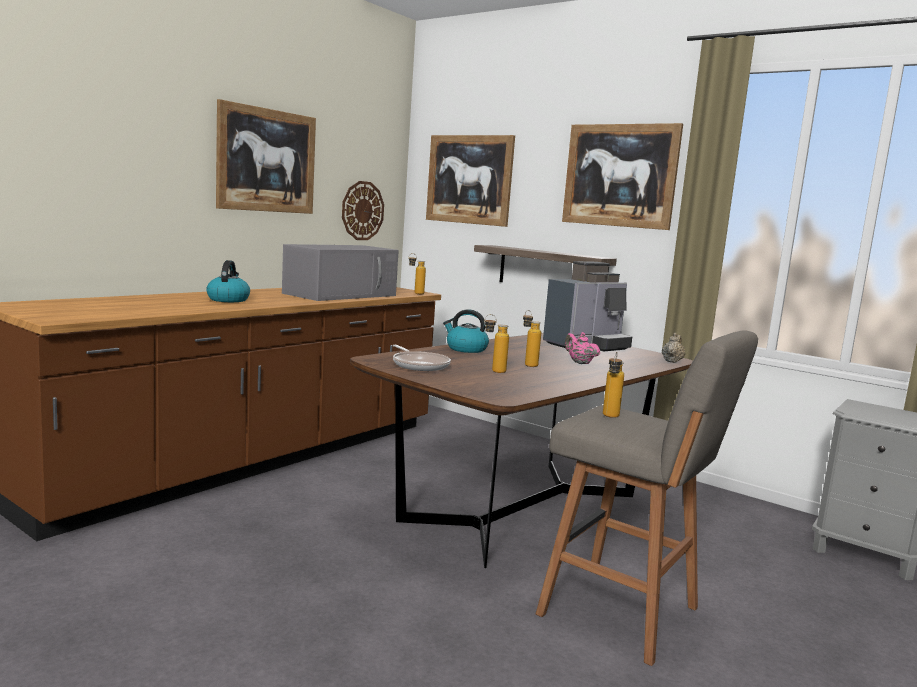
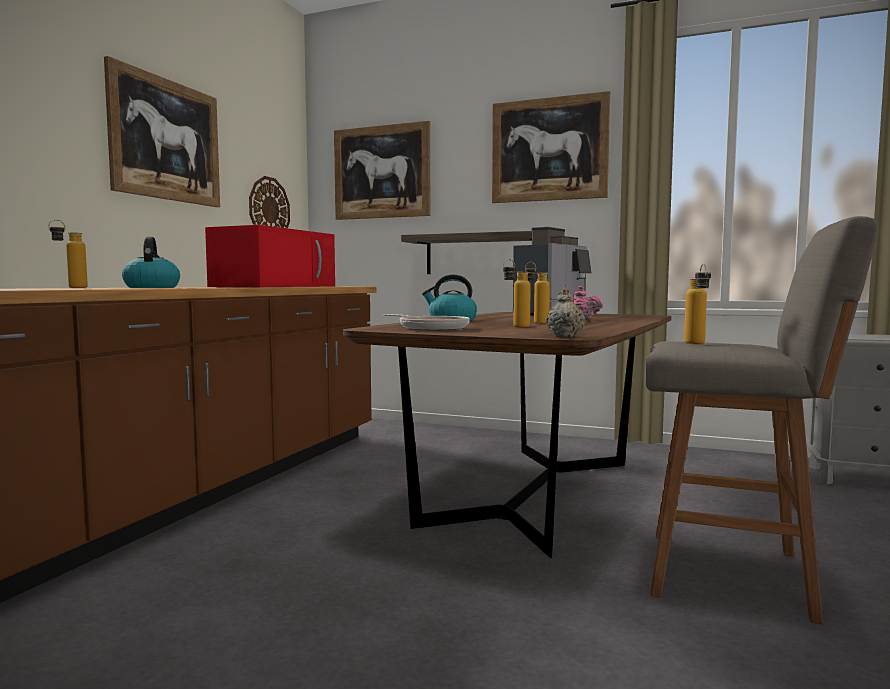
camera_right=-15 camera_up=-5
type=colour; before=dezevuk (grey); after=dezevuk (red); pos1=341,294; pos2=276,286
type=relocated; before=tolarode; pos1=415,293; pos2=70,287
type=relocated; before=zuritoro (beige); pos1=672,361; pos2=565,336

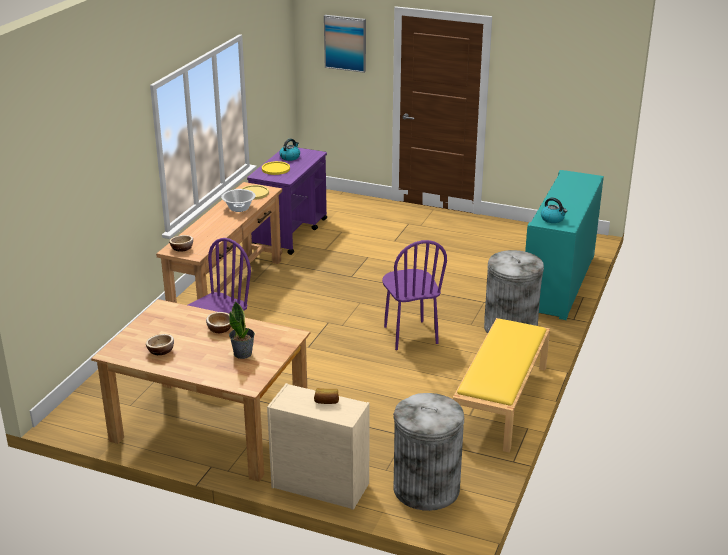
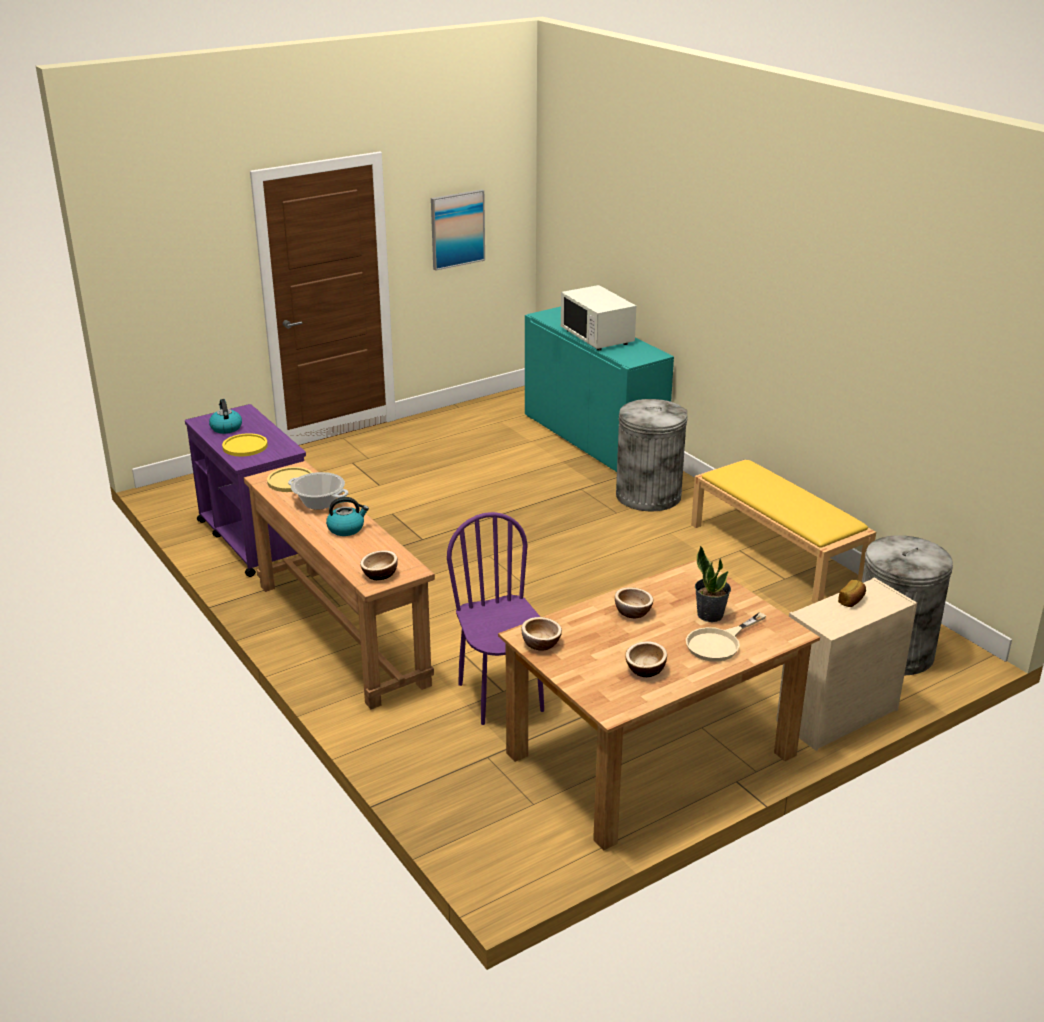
camera_right=-55 camera_up=0
type=relocated; before=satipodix; pos1=345,43; pos2=457,229
type=missing; before=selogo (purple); pos1=410,335
type=relocated; before=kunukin; pos1=552,219; pos2=346,528
type=appeared; after=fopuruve; pos2=541,643
type=appeared; after=dezevuk (white); pos2=597,337
type=appeared; after=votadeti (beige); pos2=719,643

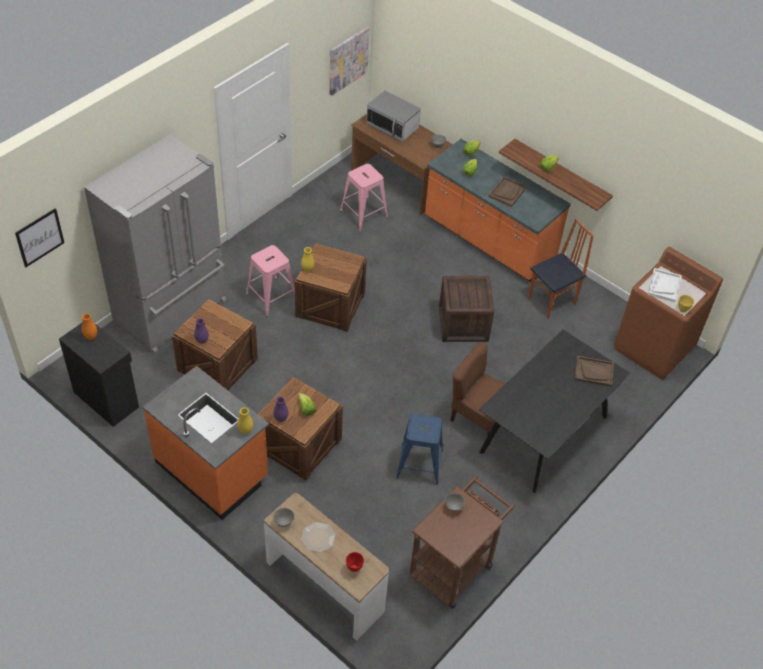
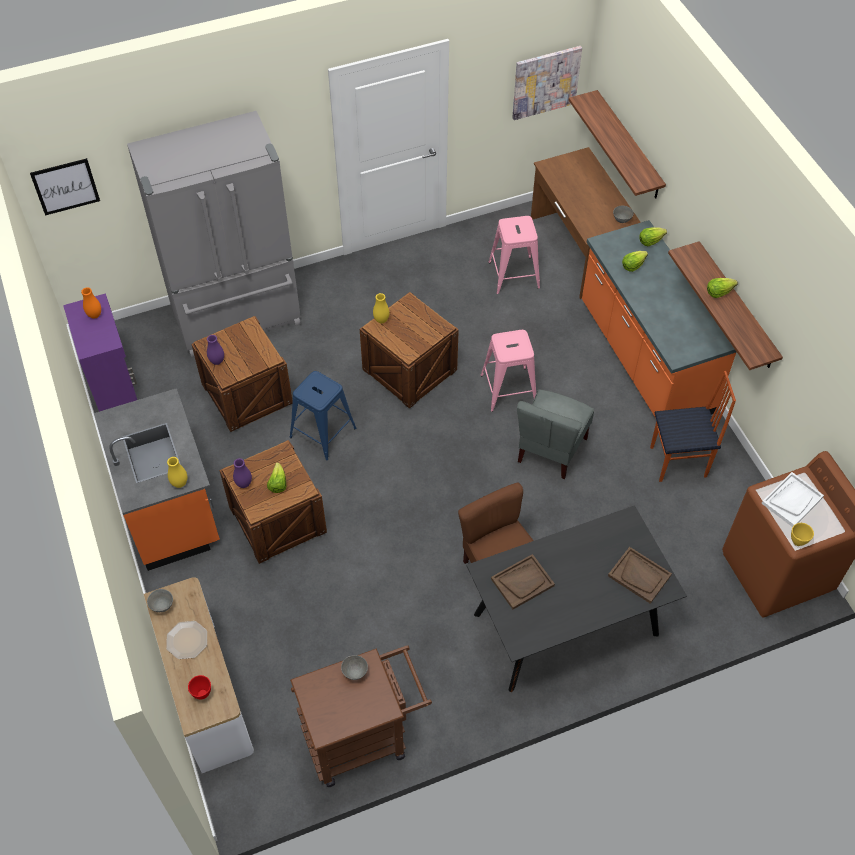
camera_right=30 camera_up=5
type=colour; before=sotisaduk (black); after=sotisaduk (purple); pos1=106,398; pos2=115,388
type=relocated; before=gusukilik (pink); pos1=271,297; pos2=508,389
type=missing; before=dezevuk; pos1=392,126
type=relocated; before=gusukilik (blue); pos1=420,463; pos2=323,432
type=exchanged; before=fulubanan; after=selogo (grey); pos1=463,324; pos2=551,450
type=relocated; before=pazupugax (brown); pos1=507,192; pos2=522,582
type=appeared; after=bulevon; pos2=628,146

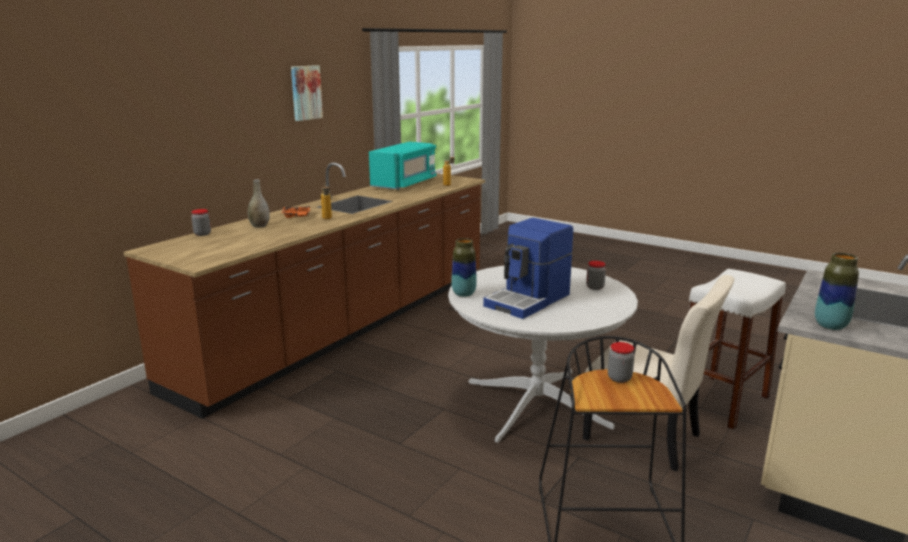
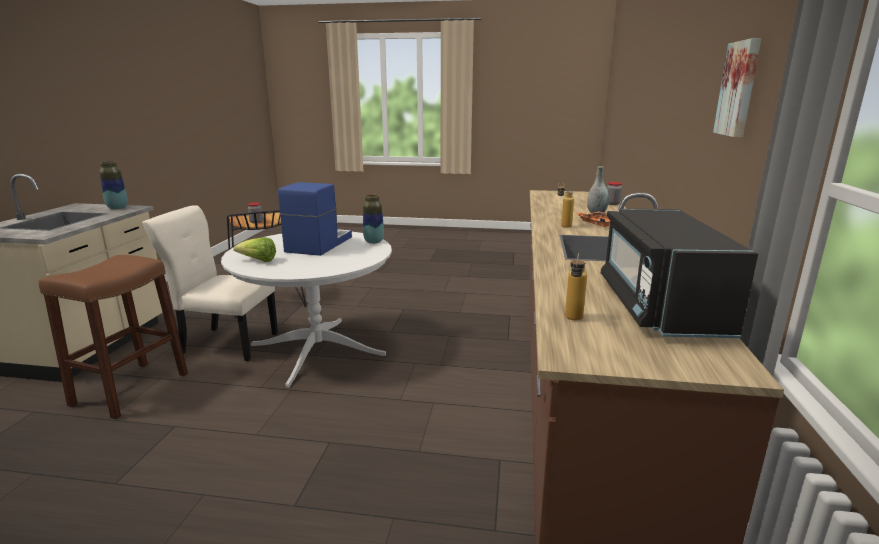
camera_right=155 camera_up=0
type=colour; before=dezevuk (turquoise); after=dezevuk (black); pos1=404,184; pos2=659,306
type=exchanged; before=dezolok; after=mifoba; pos1=595,287; pos2=258,261
type=colour; before=gusukilik (white); after=gusukilik (brown); pos1=721,402; pos2=131,389

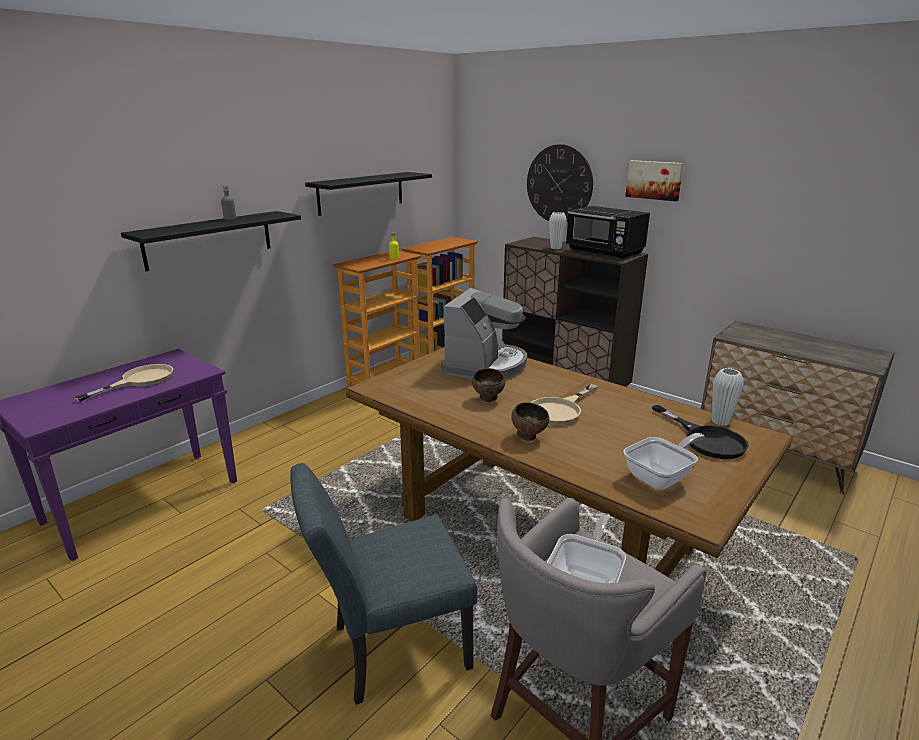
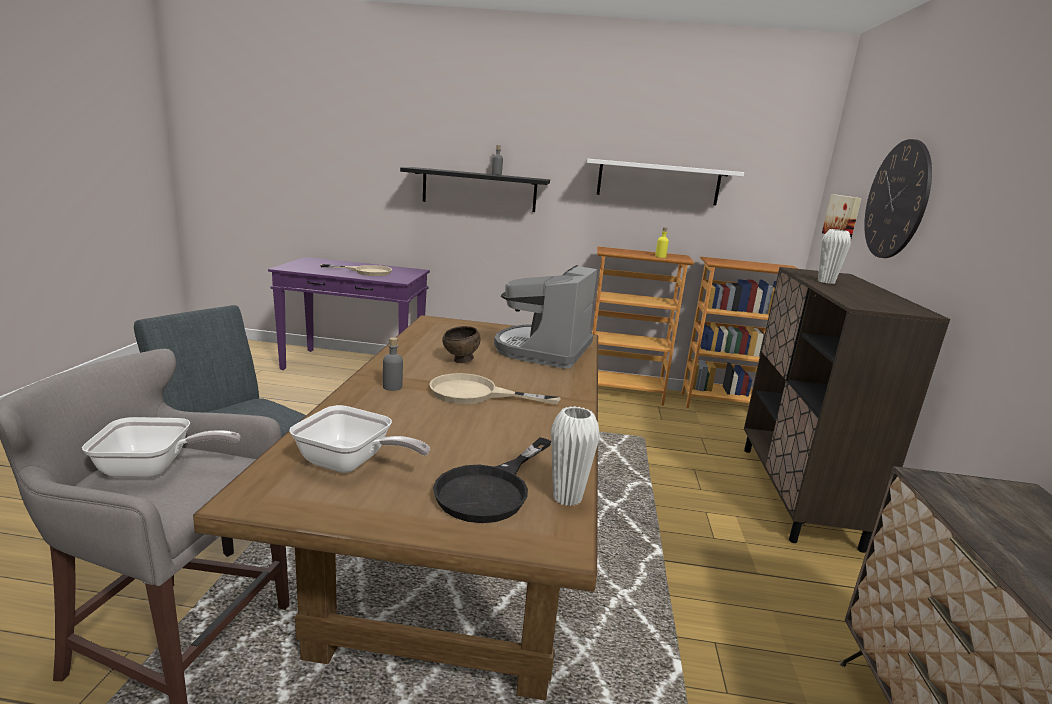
camera_right=55 camera_up=-5
type=colour; before=bulevon (black); after=bulevon (white); pos1=361,193; pos2=658,182
type=spun; before=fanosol; pos1=485,365; pos2=543,350; turn=120
type=exchanged; before=fopuruve (brown); after=tolarode (grey); pos1=529,437; pos2=392,387
type=missing; before=dezevuk (black); pos1=605,252
type=relocated; before=satipodix; pos1=654,180; pos2=843,217

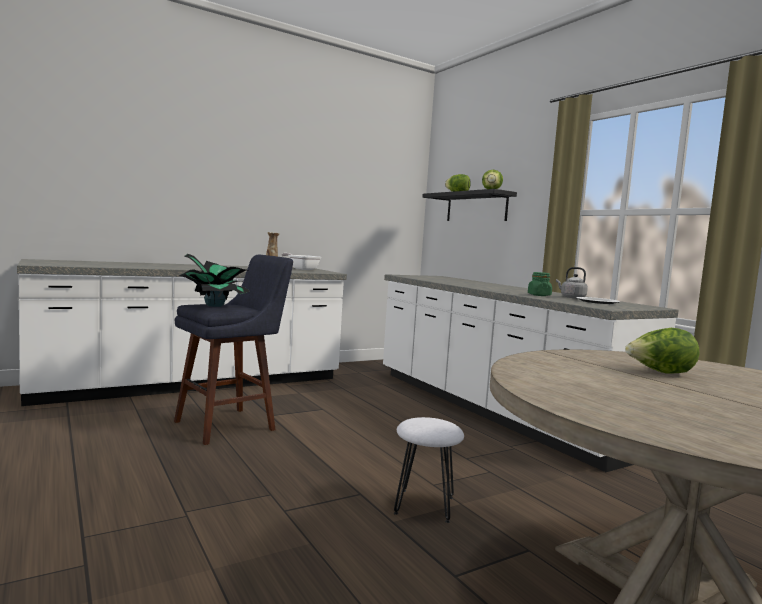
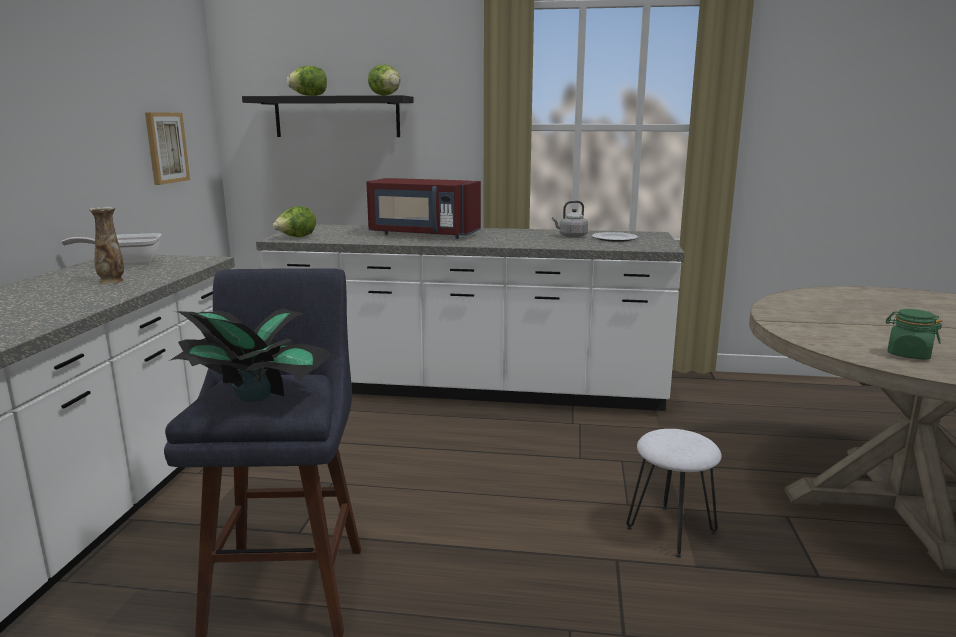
camera_right=-50 camera_up=10
type=relocated; before=dezolok (green); pos1=539,295; pos2=908,354
type=relocated; before=mifoba; pos1=660,373; pos2=296,237
type=appeared; after=satipodix; pos2=166,147
type=appeared; after=dezevuk (red); pos2=423,234

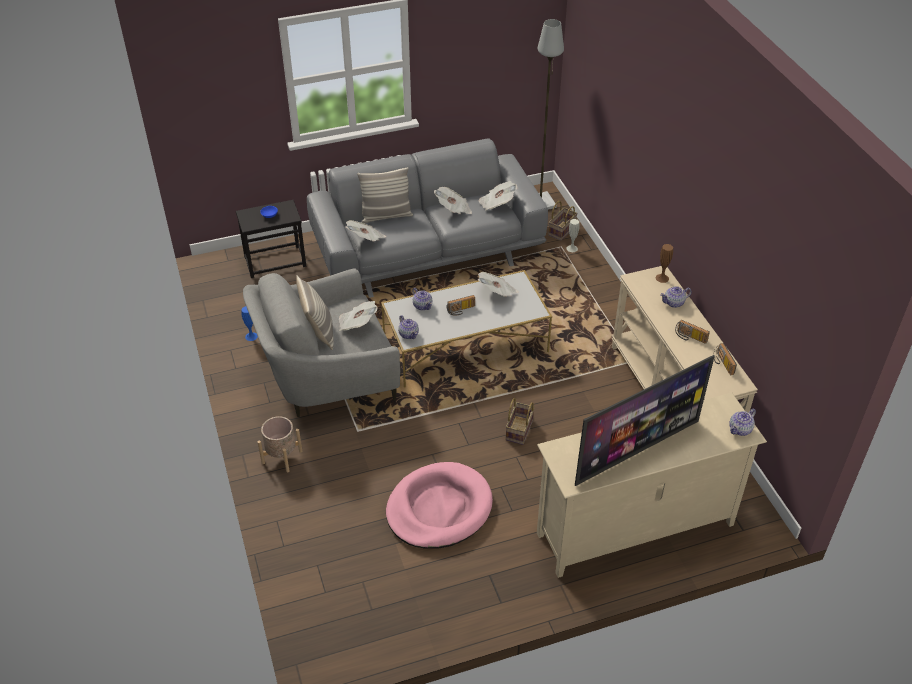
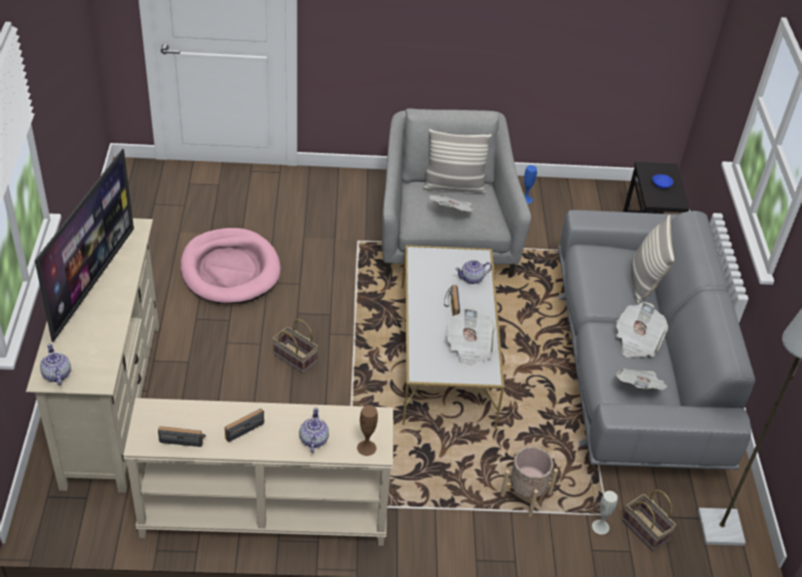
camera_right=105 camera_up=0
type=relocated; before=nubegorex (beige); pos1=282,457; pos2=526,495
type=missing; before=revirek; pos1=366,239
type=missing; before=zuritoro; pos1=408,334
type=spun; before=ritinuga; pos1=636,450; pos2=92,281; turn=-150

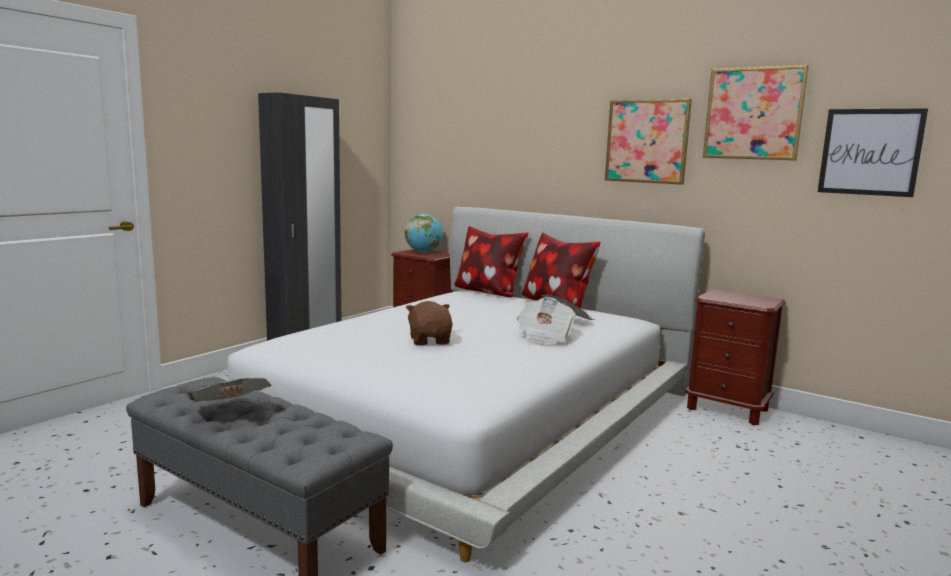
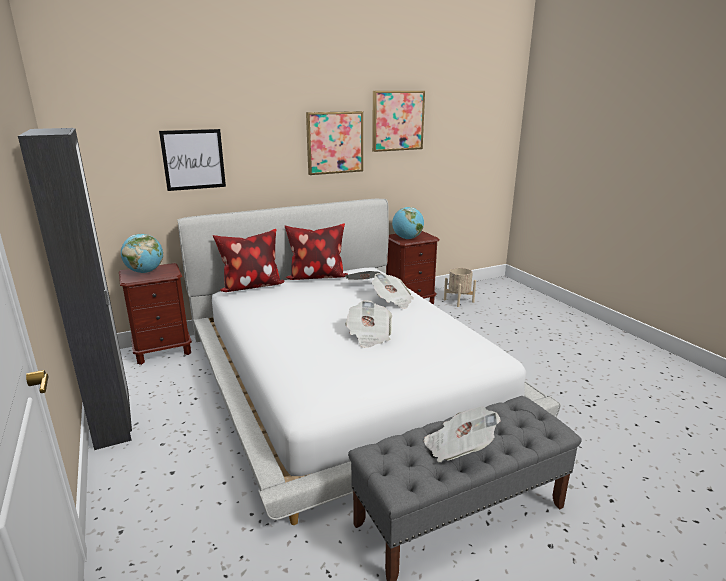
camera_right=-60 camera_up=10
type=exchanged; before=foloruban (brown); after=revirek; pos1=430,340; pos2=369,336
type=relocated; before=satipodix; pos1=870,152; pos2=193,159
type=appeared; after=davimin; pos2=407,238
type=appeared; after=nubegorex (beige); pos2=458,301

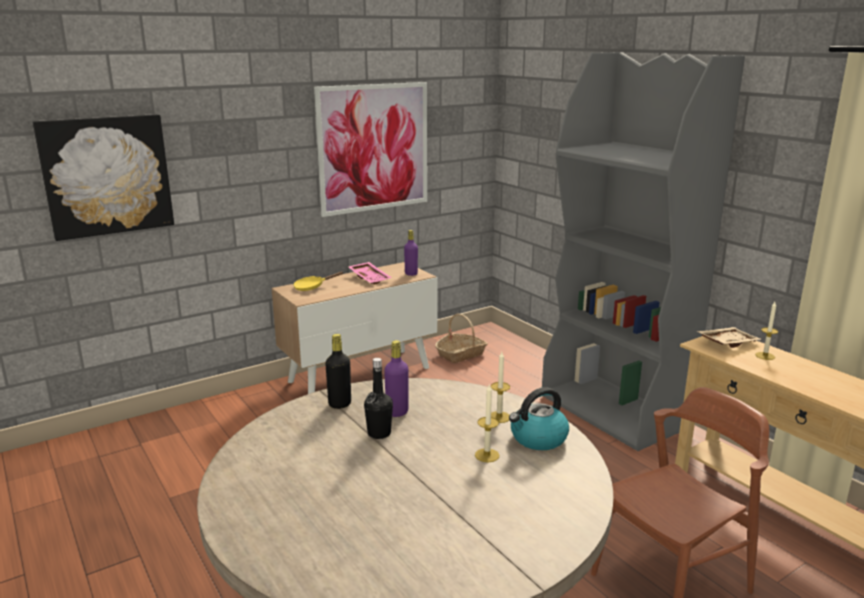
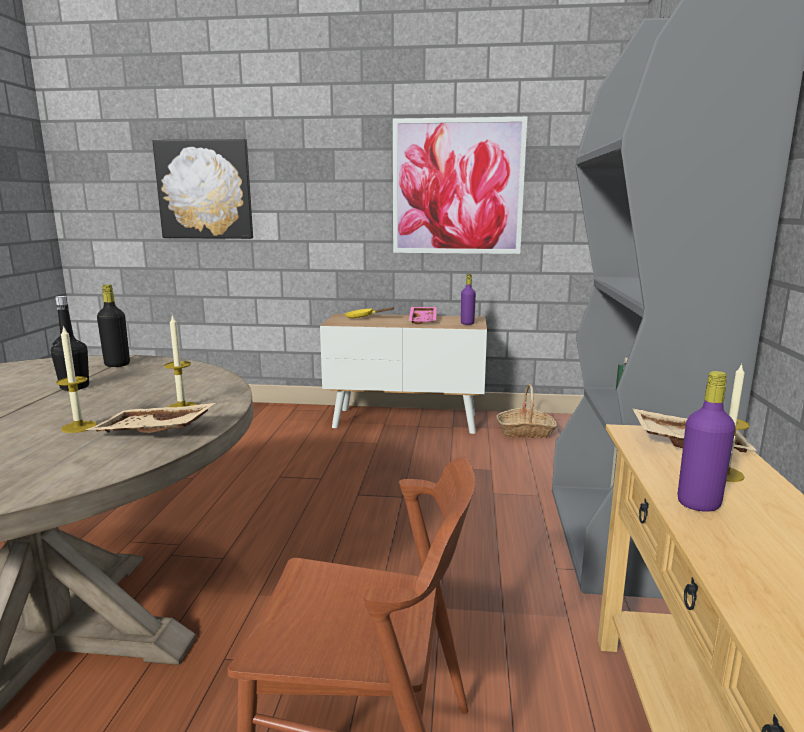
camera_right=40 camera_up=-5
type=relocated; before=tolarode (purple); pos1=397,412; pos2=698,503
type=exchanged; before=kunukin; after=pazupugax (beige); pos1=538,438; pos2=153,432

